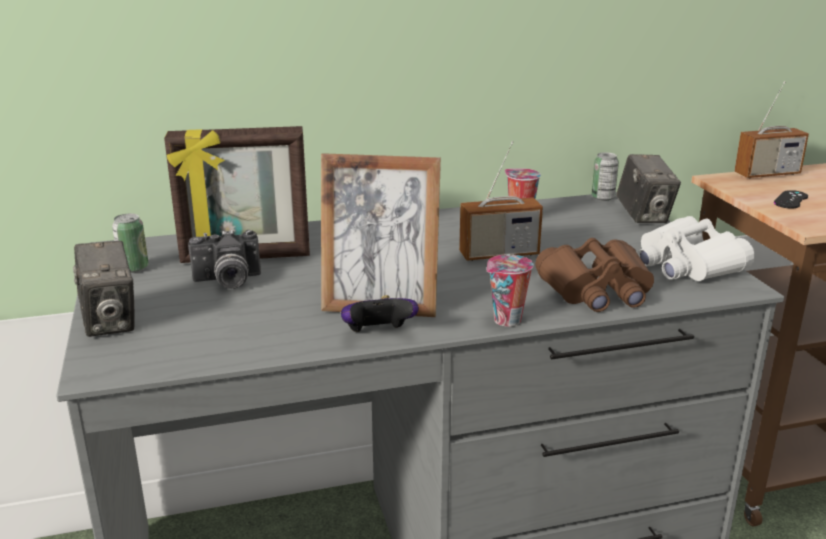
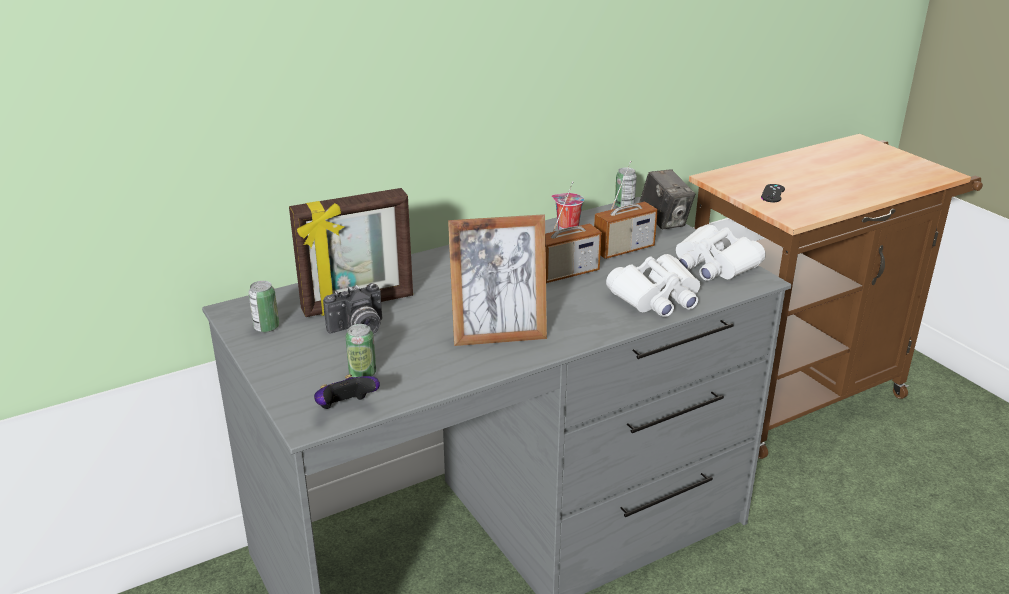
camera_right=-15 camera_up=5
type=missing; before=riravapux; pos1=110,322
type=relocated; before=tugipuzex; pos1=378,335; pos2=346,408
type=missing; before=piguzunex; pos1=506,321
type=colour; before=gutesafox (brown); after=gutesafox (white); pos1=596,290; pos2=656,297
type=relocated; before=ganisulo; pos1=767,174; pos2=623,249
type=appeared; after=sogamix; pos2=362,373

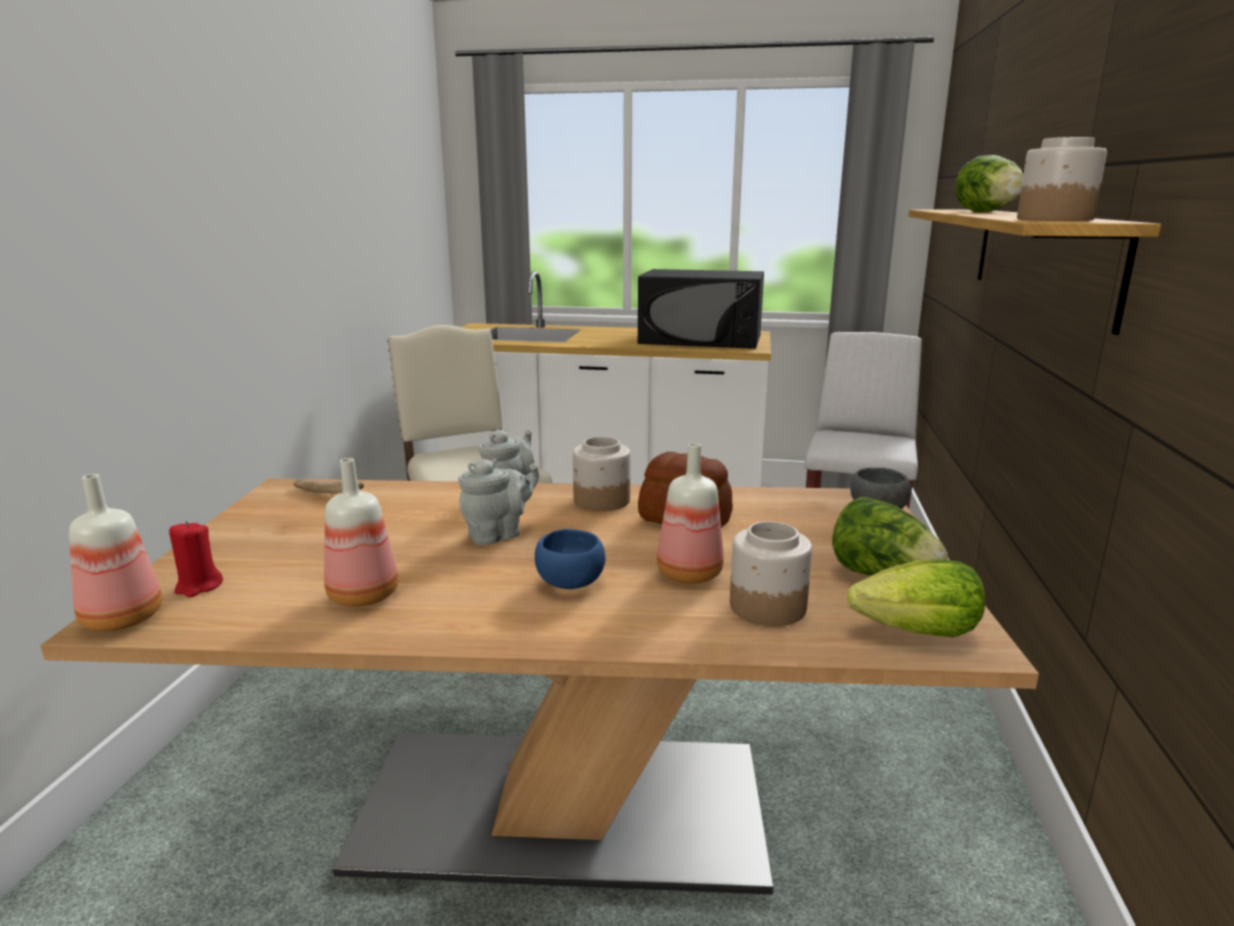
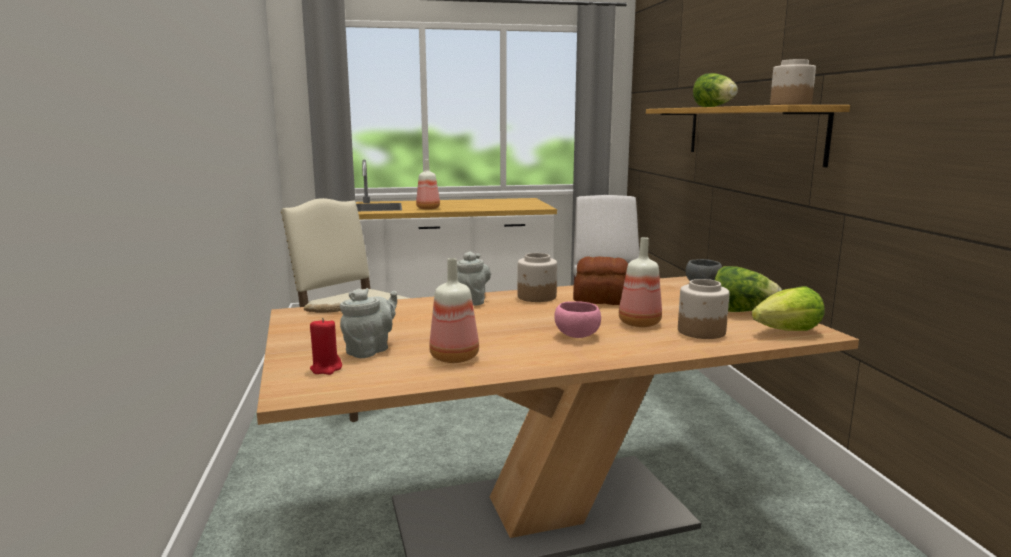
camera_right=-20 camera_up=-5
type=relocated; before=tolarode; pos1=124,619; pos2=429,208
type=relocated; before=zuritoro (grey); pos1=498,534; pos2=370,350
type=colour; before=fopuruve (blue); after=fopuruve (pink); pos1=569,583; pos2=576,336
type=missing; before=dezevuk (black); pos1=701,339

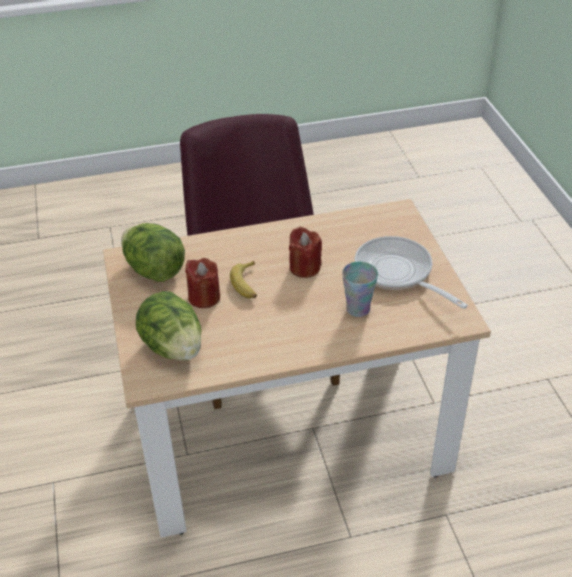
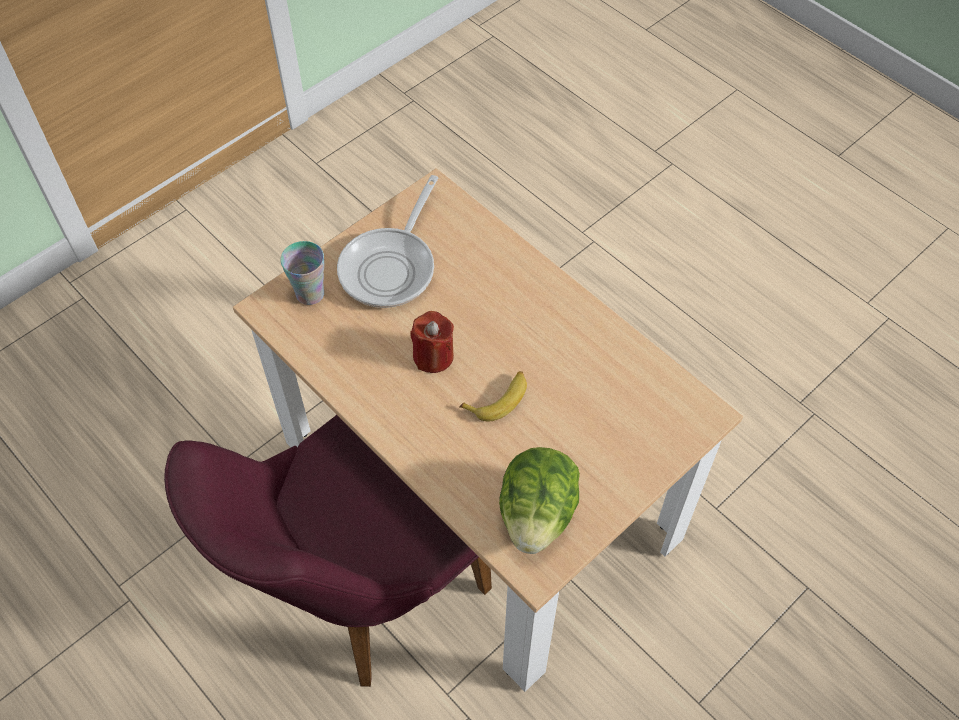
camera_right=-120 camera_up=15
type=missing; before=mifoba; pos1=173,347
type=missing; before=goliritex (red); pos1=204,297
type=relocated; before=piguzunex; pos1=358,309; pos2=310,294

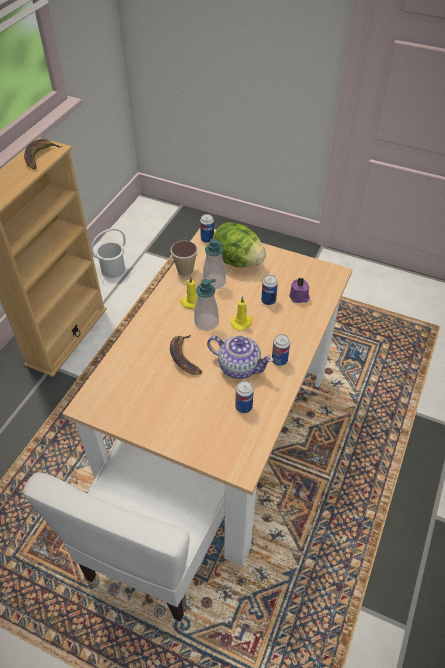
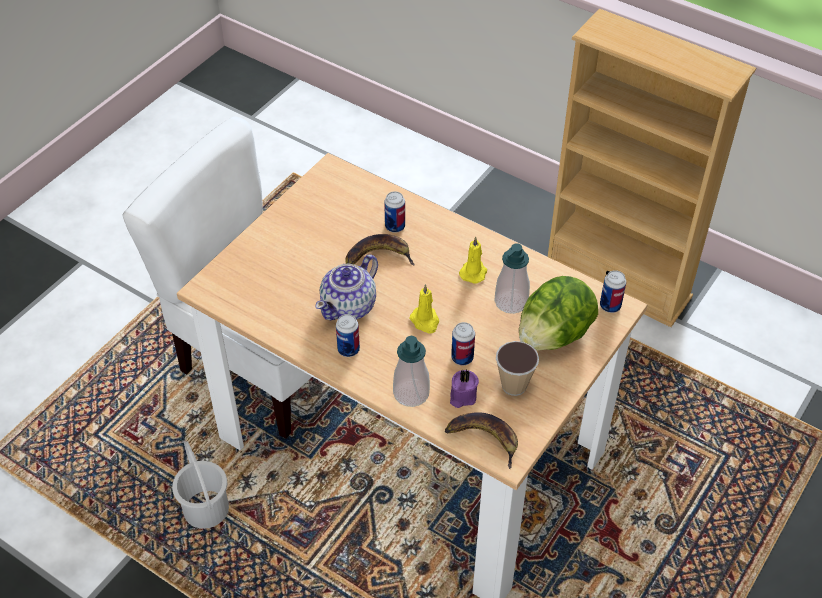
camera_right=100 camera_up=0
type=relocated; before=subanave; pos1=40,156; pos2=484,439
type=relocated; before=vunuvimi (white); pos1=112,269; pos2=207,509
type=relocated; before=piguzunex; pos1=185,270; pos2=514,385
type=relocated; before=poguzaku; pos1=206,322; pos2=411,393
type=relocated; before=sogamix; pos1=243,407; pos2=395,226

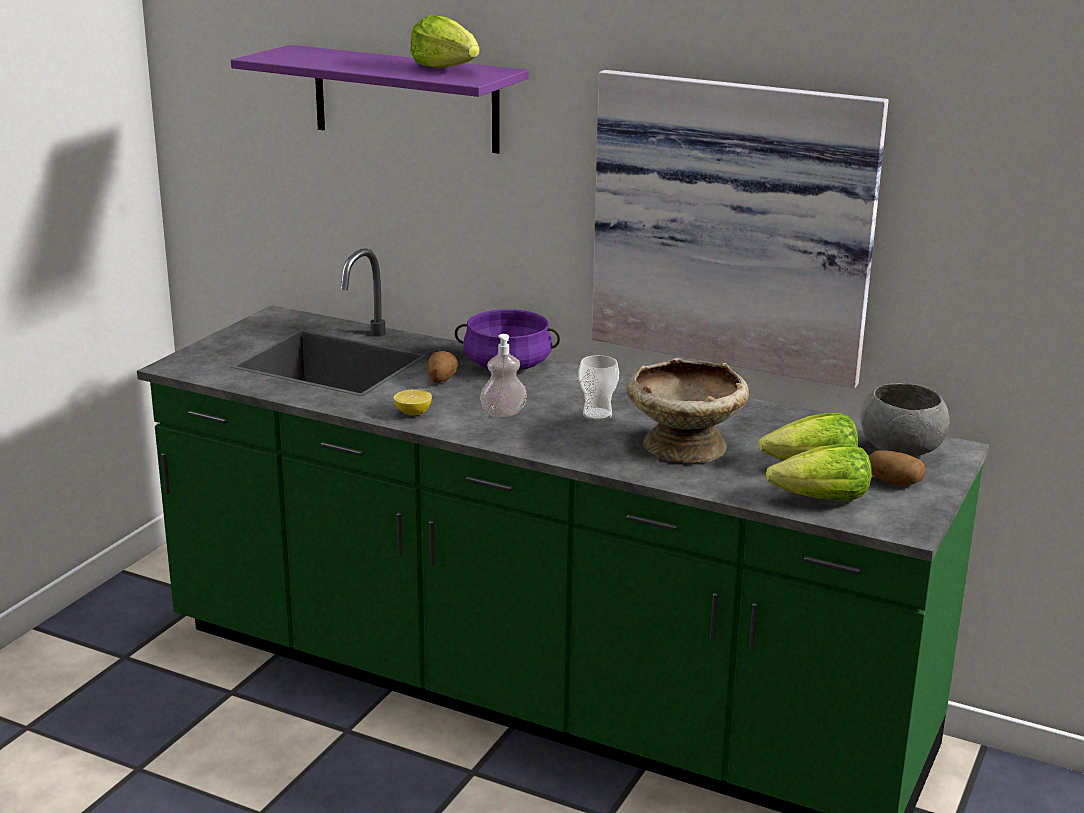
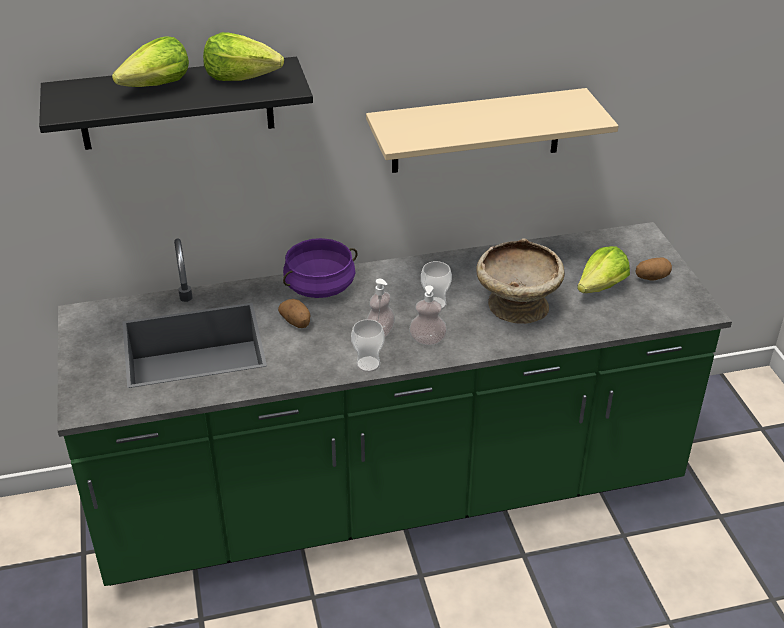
camera_right=-40 camera_up=15
type=colour; before=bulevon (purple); after=bulevon (black); pos1=405,99; pos2=176,104
type=missing; before=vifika; pos1=413,413
type=exchanged; before=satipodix; after=bulevon (beige); pos1=734,224; pos2=476,131
type=relocated; before=mifoba; pos1=822,500; pos2=157,86
type=missing; before=fopuruve (grey); pos1=900,449
type=appeared; after=piguzunex; pos2=368,364
type=appeared; after=poguzaku; pos2=427,340

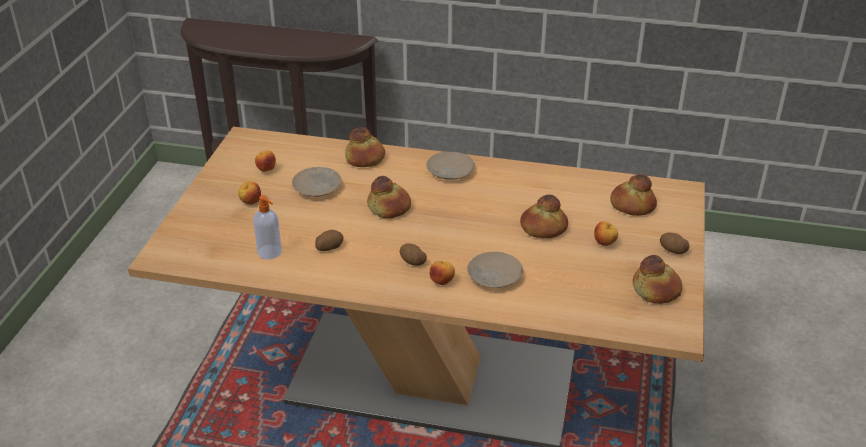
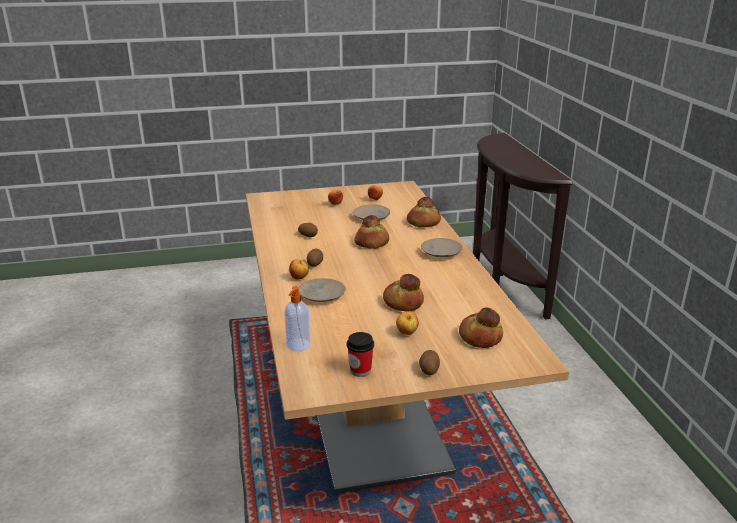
camera_right=65 camera_up=-10
type=relocated; before=poguzaku; pos1=270,252; pos2=298,345
type=exchanged; before=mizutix; after=piguzunex; pos1=656,289; pos2=360,370

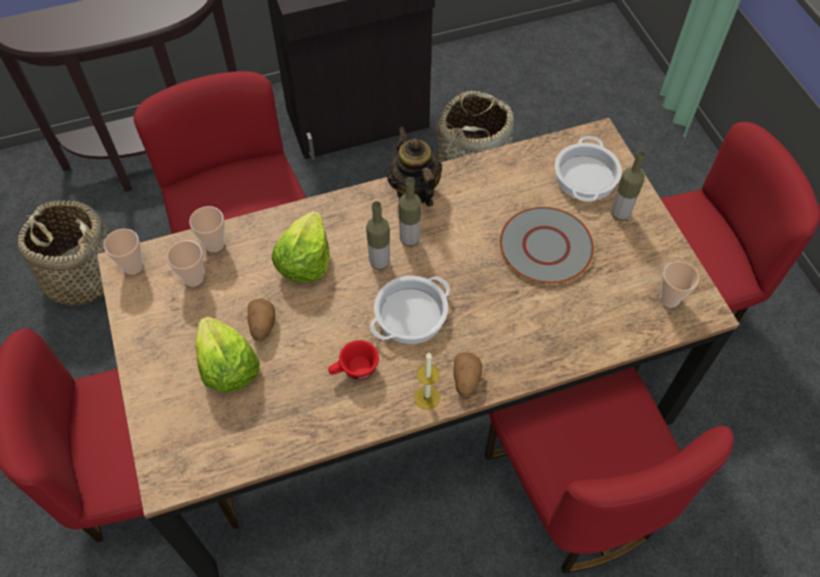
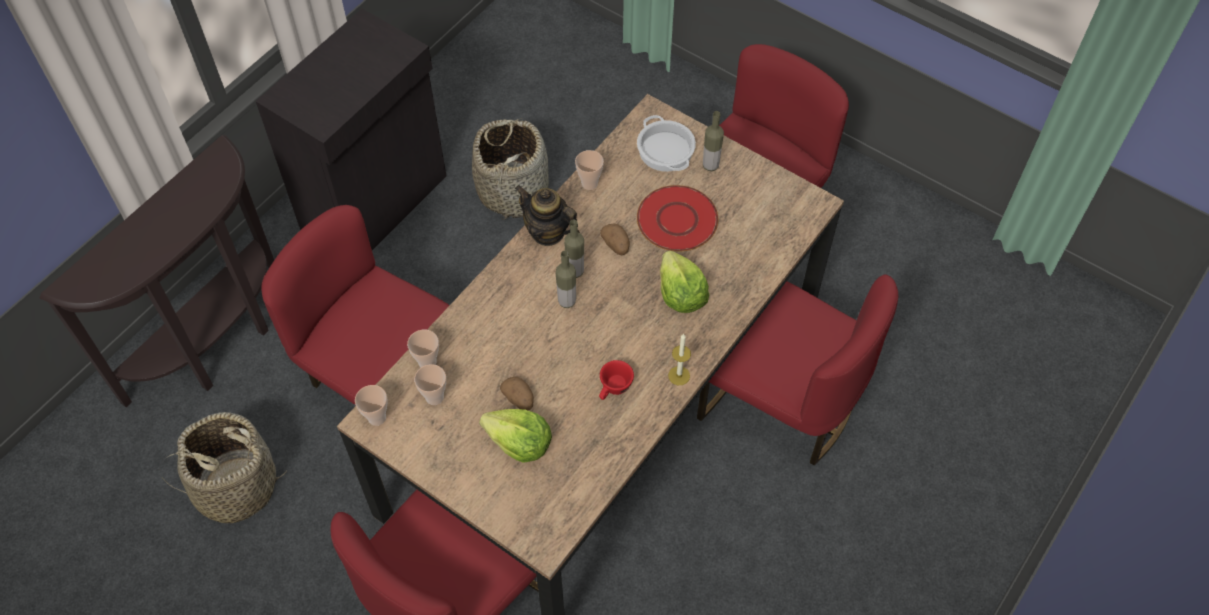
camera_right=-35 camera_up=0
type=relocated; before=mifoba; pos1=304,261; pos2=680,294
type=missing; before=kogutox; pos1=410,314
type=relocated; before=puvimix; pos1=466,380; pos2=616,245
type=colour; before=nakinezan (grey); after=nakinezan (red); pos1=545,246; pos2=676,219
type=relocated; before=piguzunex; pos1=669,299; pos2=589,183

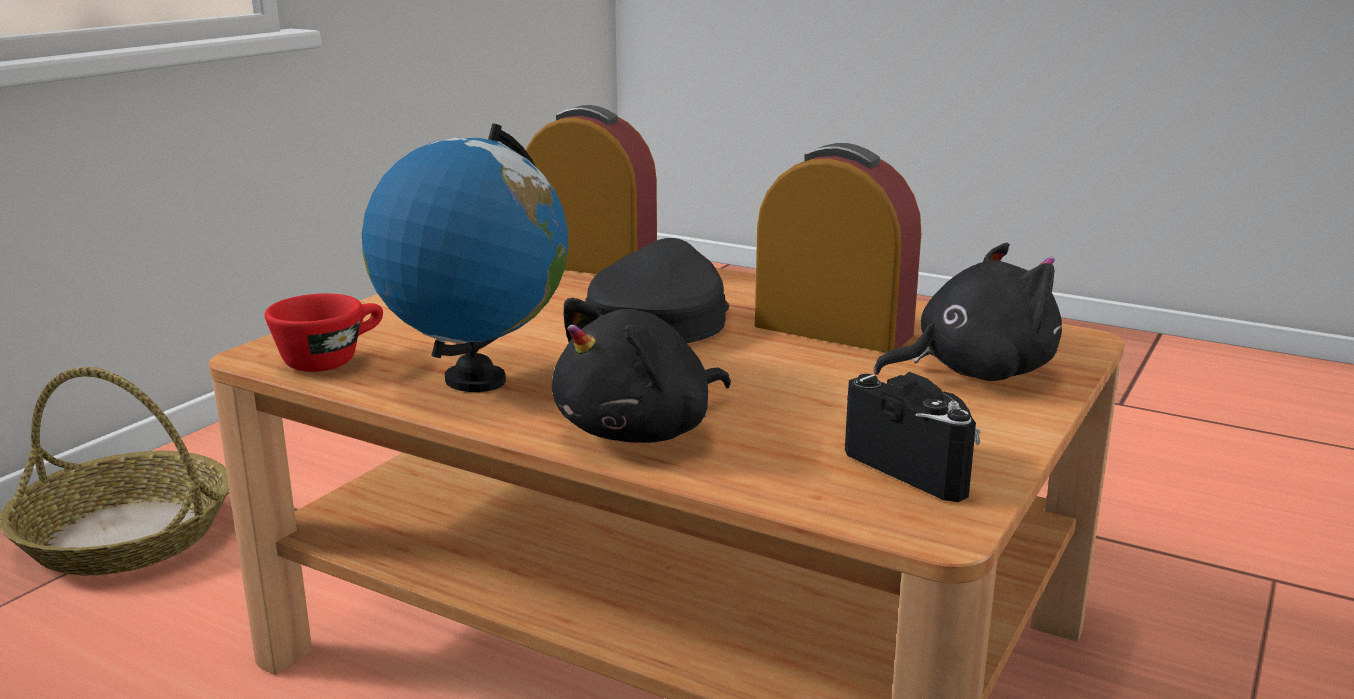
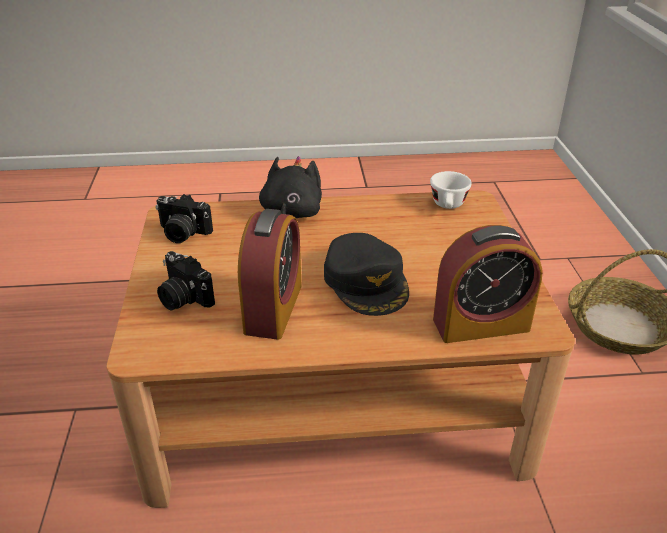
camera_right=145 camera_up=15
type=colour; before=piguzunex (red); after=piguzunex (white); pos1=331,359; pos2=448,206
type=missing; before=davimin; pos1=475,380
type=spun; before=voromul; pos1=833,330; pos2=273,308; turn=-75
type=exchanged; before=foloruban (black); after=riravapux; pos1=974,372; pos2=183,298

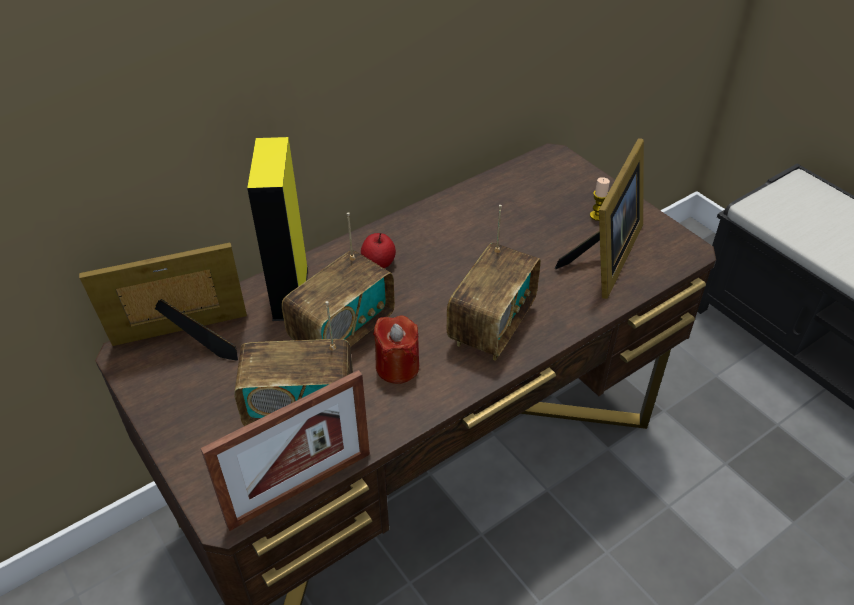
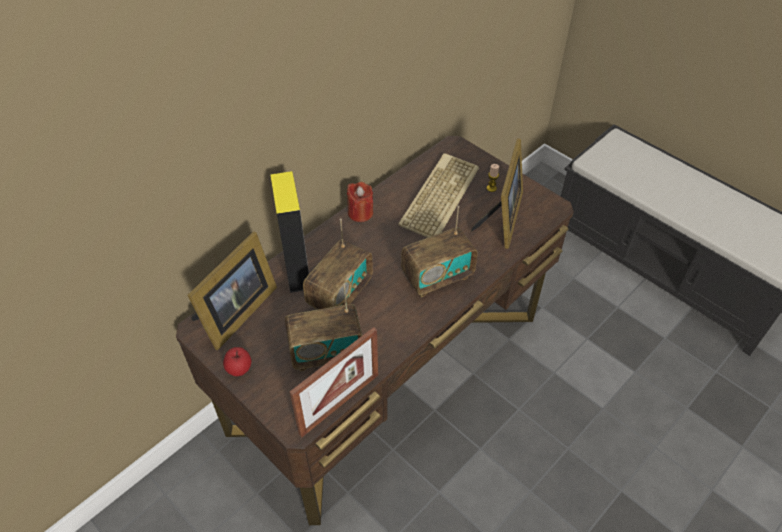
camera_right=-10 camera_up=5
type=spun; before=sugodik; pos1=187,340; pos2=235,314; turn=150
type=relocated; before=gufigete; pos1=378,263; pos2=239,368
type=relocated; before=goliritex (red); pos1=397,367; pos2=360,213
type=spun; before=ganisulo; pos1=491,326; pos2=437,277; turn=45
type=appeared; after=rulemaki; pos2=438,195

